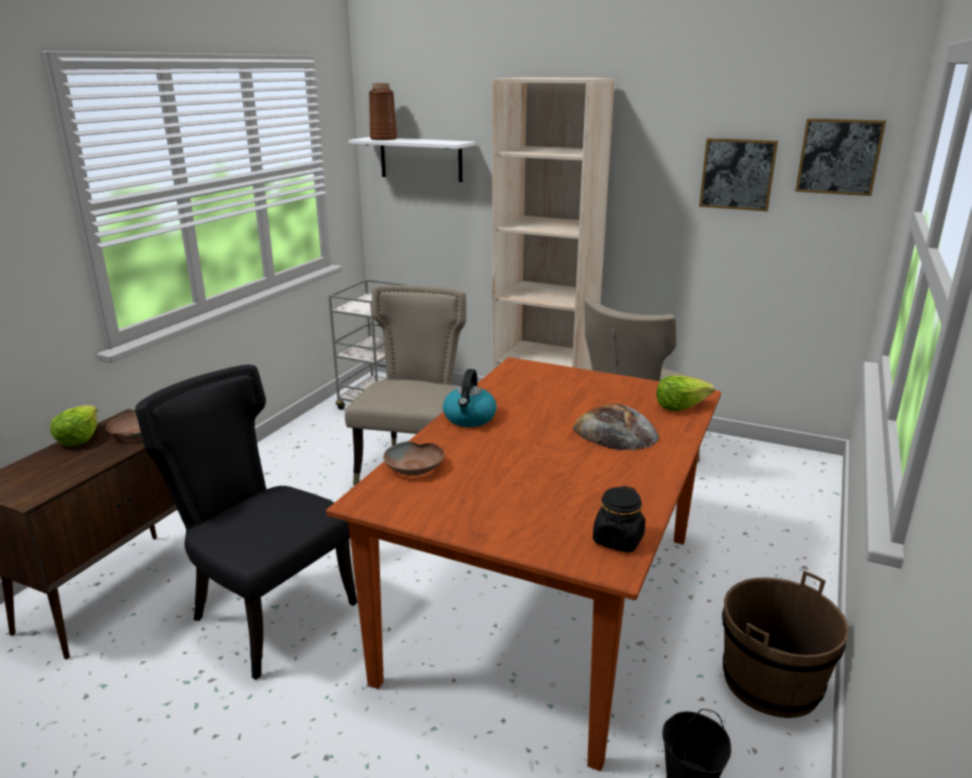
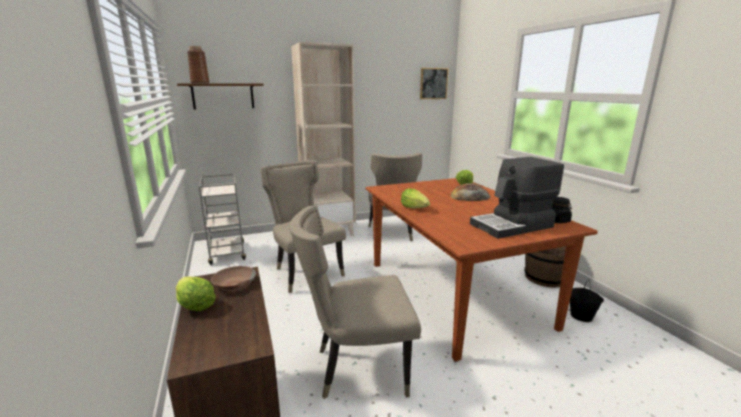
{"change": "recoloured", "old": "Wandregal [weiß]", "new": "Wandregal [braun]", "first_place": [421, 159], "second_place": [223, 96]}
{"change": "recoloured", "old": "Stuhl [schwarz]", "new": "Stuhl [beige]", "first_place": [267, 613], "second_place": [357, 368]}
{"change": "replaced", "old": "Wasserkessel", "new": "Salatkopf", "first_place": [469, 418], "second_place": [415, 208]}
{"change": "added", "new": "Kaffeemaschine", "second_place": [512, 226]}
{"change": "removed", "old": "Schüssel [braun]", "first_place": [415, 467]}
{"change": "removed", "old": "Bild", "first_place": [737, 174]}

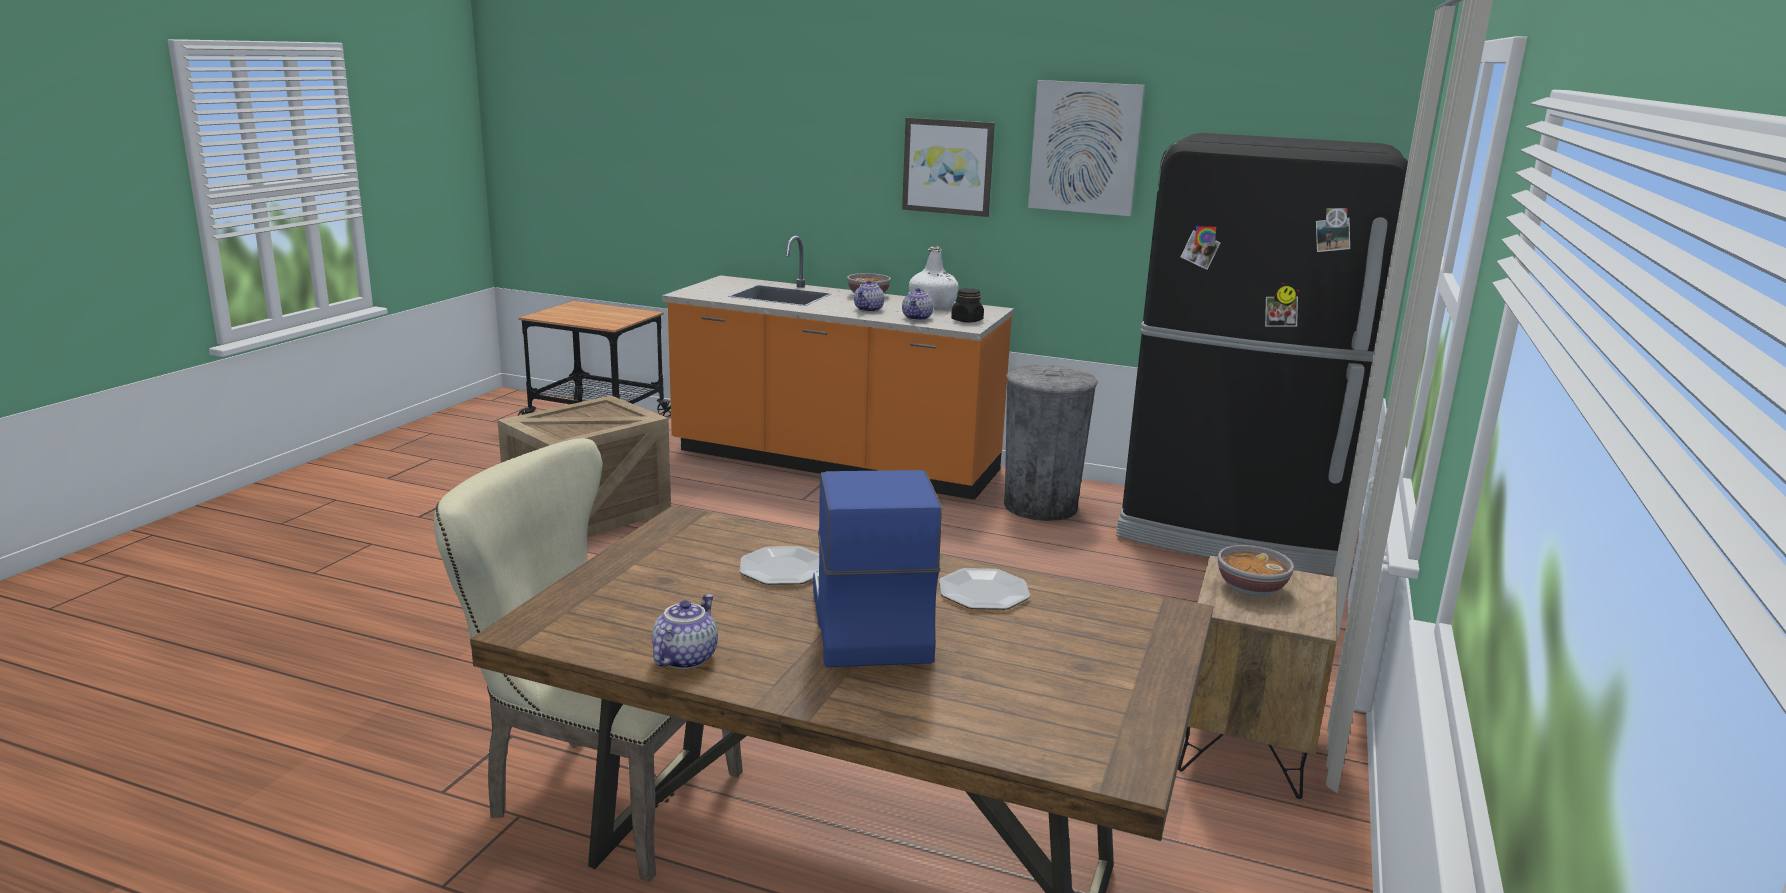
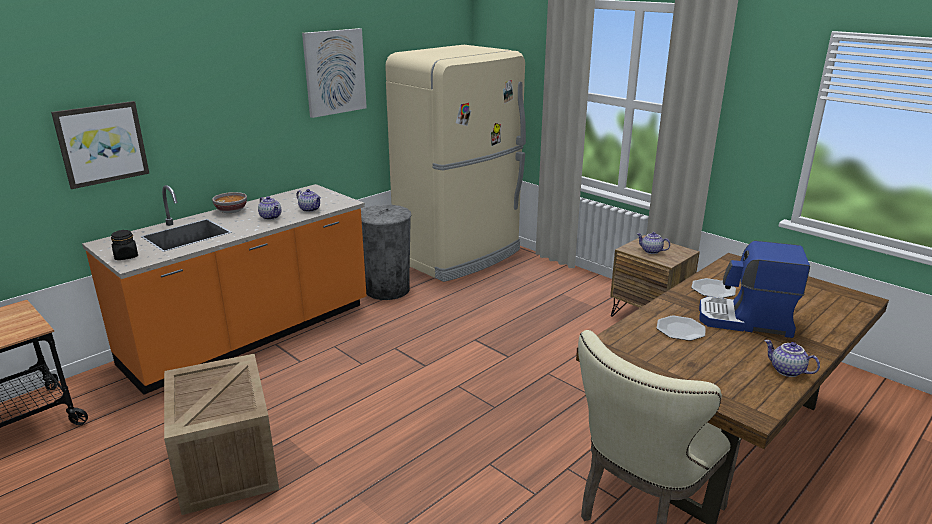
{"change": "moved", "old": "Bild", "first_place": [948, 166], "second_place": [102, 144]}
{"change": "moved", "old": "Vorratsglas [schwarz]", "first_place": [967, 320], "second_place": [126, 256]}
{"change": "recoloured", "old": "Kühlschrank [schwarz]", "new": "Kühlschrank [beige]", "first_place": [1232, 532], "second_place": [460, 255]}
{"change": "replaced", "old": "Schüssel", "new": "Teekanne", "first_place": [1250, 588], "second_place": [651, 251]}
{"change": "removed", "old": "Flasche [weiß]", "first_place": [933, 305]}

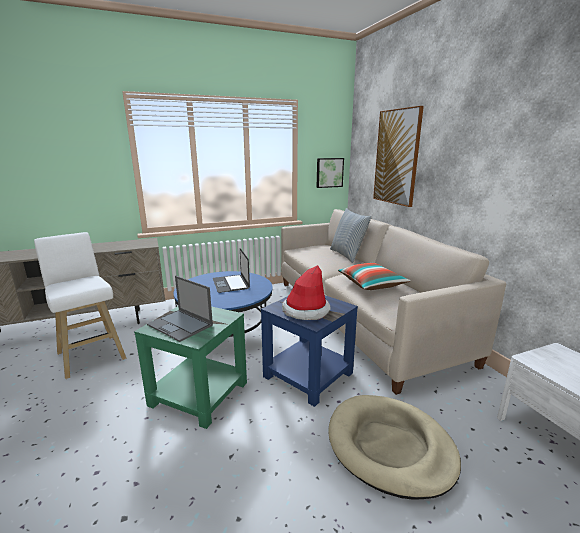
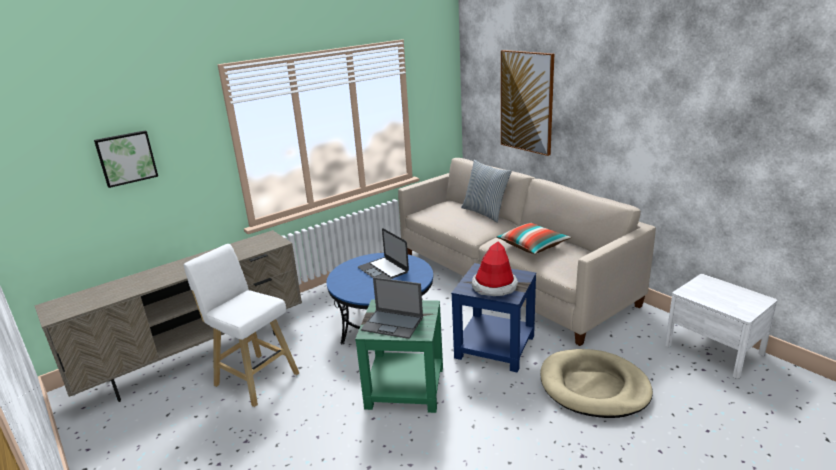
{"change": "moved", "old": "Bild", "first_place": [329, 172], "second_place": [126, 158]}

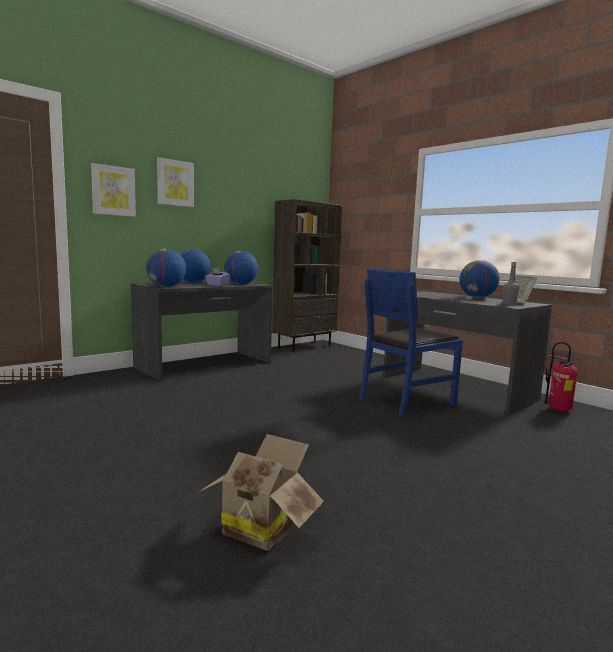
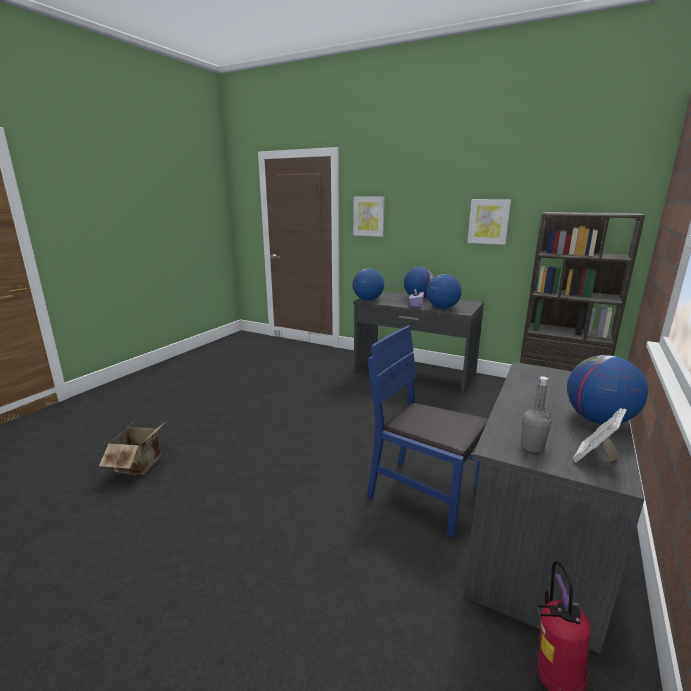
{"change": "moved", "old": "Bild", "first_place": [175, 183], "second_place": [488, 221]}

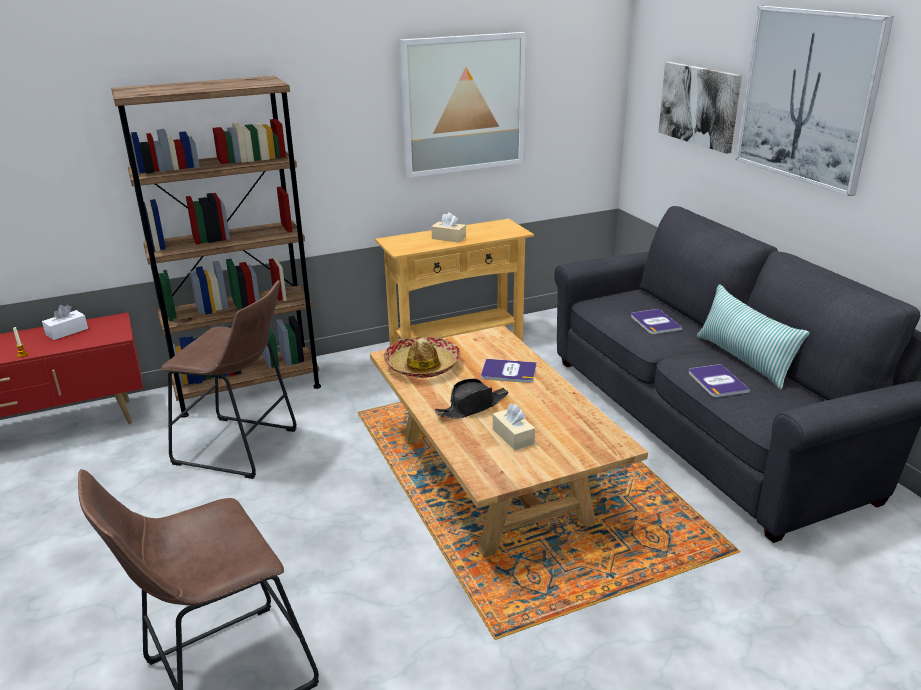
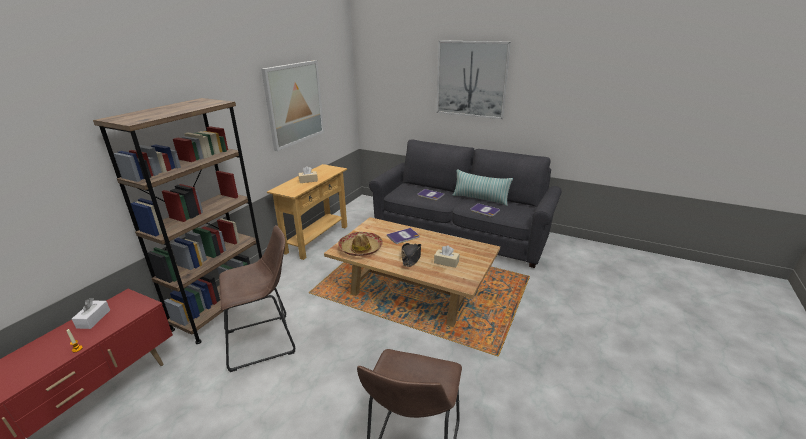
{"change": "removed", "old": "Bild", "first_place": [699, 105]}

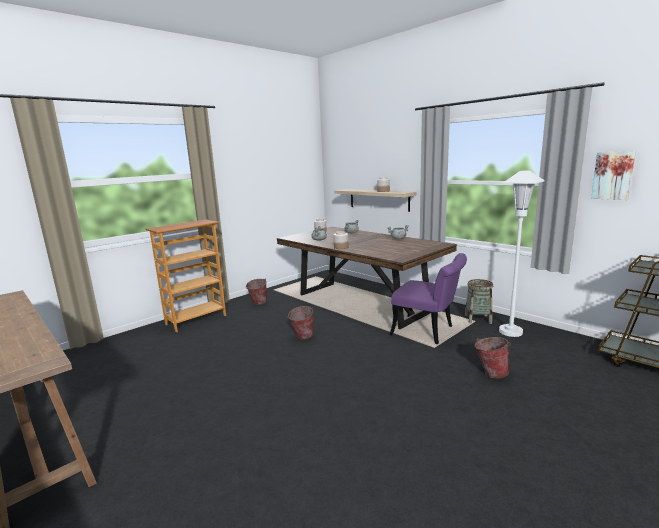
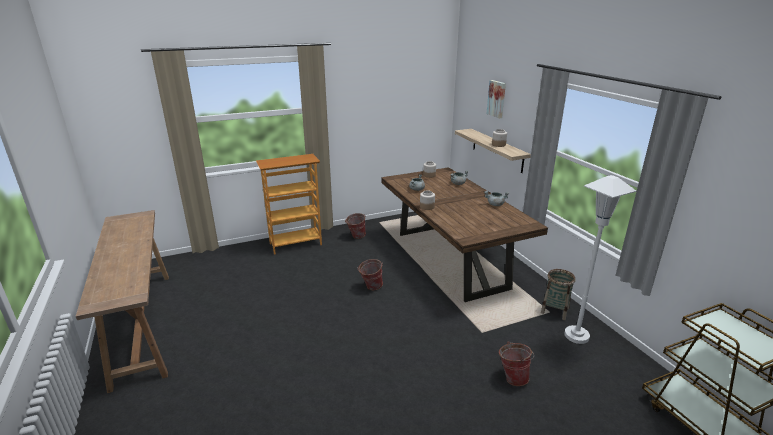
{"change": "moved", "old": "Bild", "first_place": [613, 175], "second_place": [497, 99]}
{"change": "removed", "old": "Stuhl [lila]", "first_place": [428, 331]}

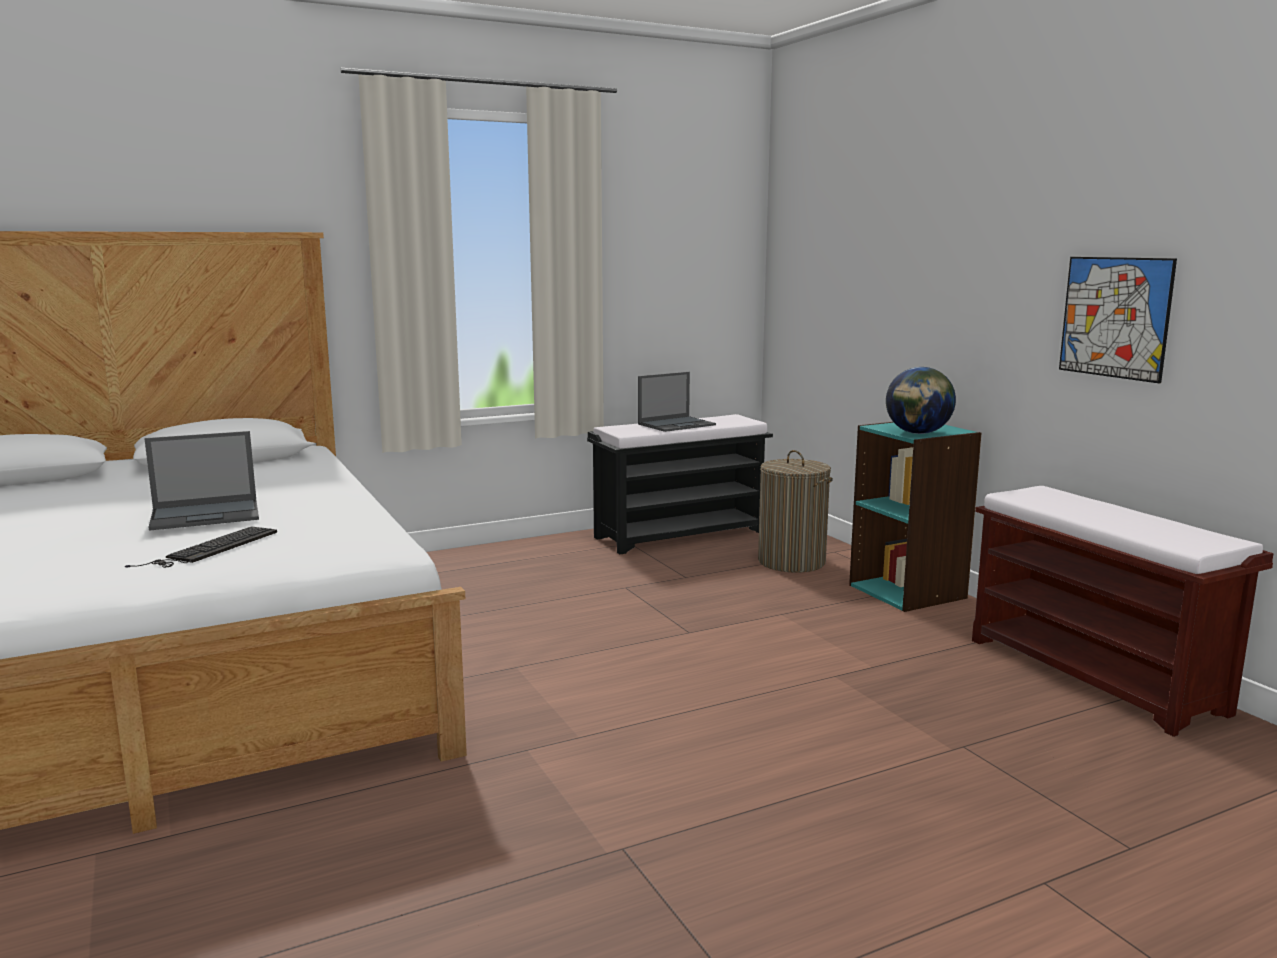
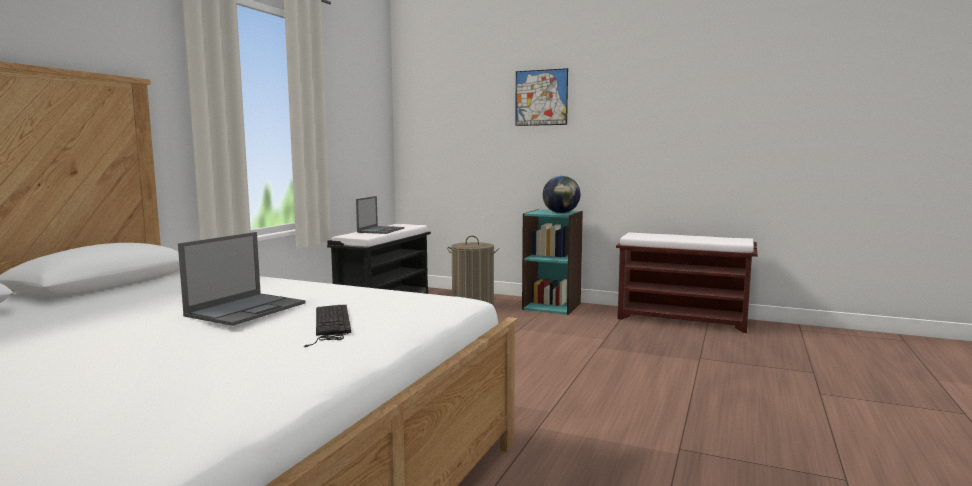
{"change": "moved", "old": "Bild", "first_place": [1115, 317], "second_place": [541, 97]}

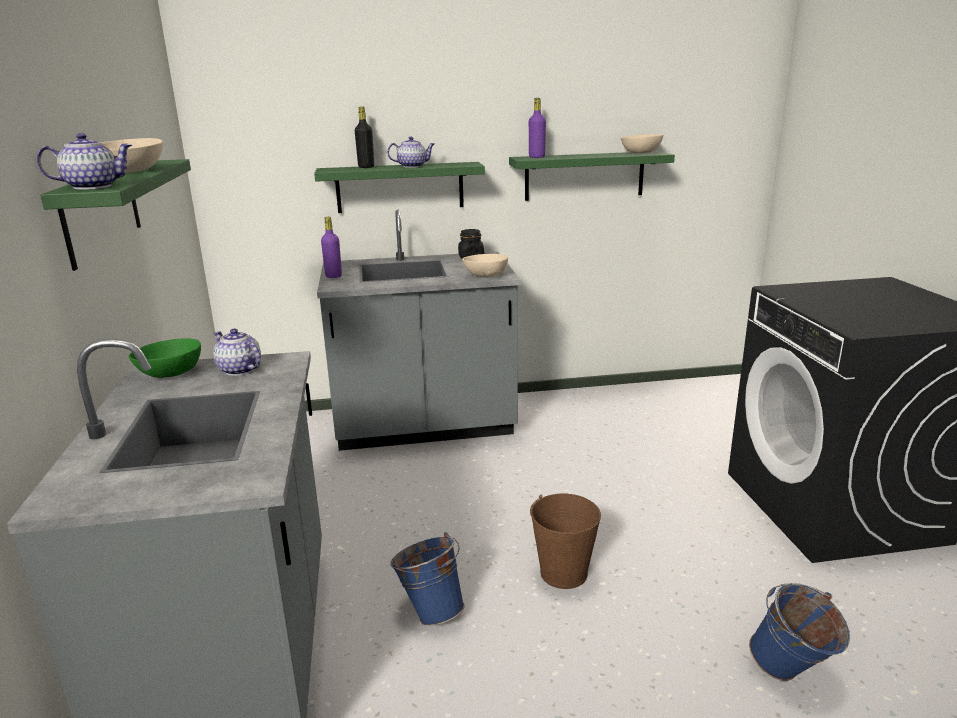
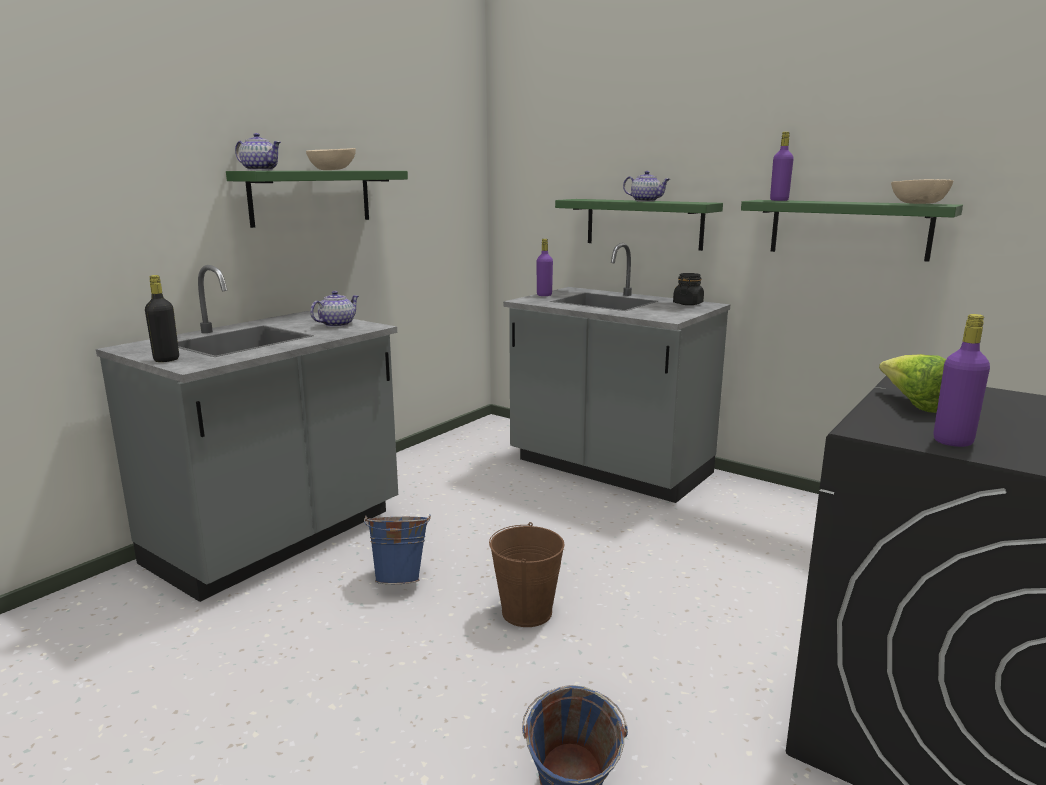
{"change": "moved", "old": "Flasche [schwarz]", "first_place": [366, 167], "second_place": [166, 359]}
{"change": "turned", "old": "Teekanne", "first_place": [239, 370], "second_place": [336, 325], "degrees": 45}
{"change": "added", "new": "Salatkopf", "second_place": [914, 405]}
{"change": "added", "new": "Flasche [lila]", "second_place": [952, 441]}
{"change": "removed", "old": "Schüssel [grün]", "first_place": [172, 373]}
{"change": "removed", "old": "Schüssel [beige]", "first_place": [486, 275]}

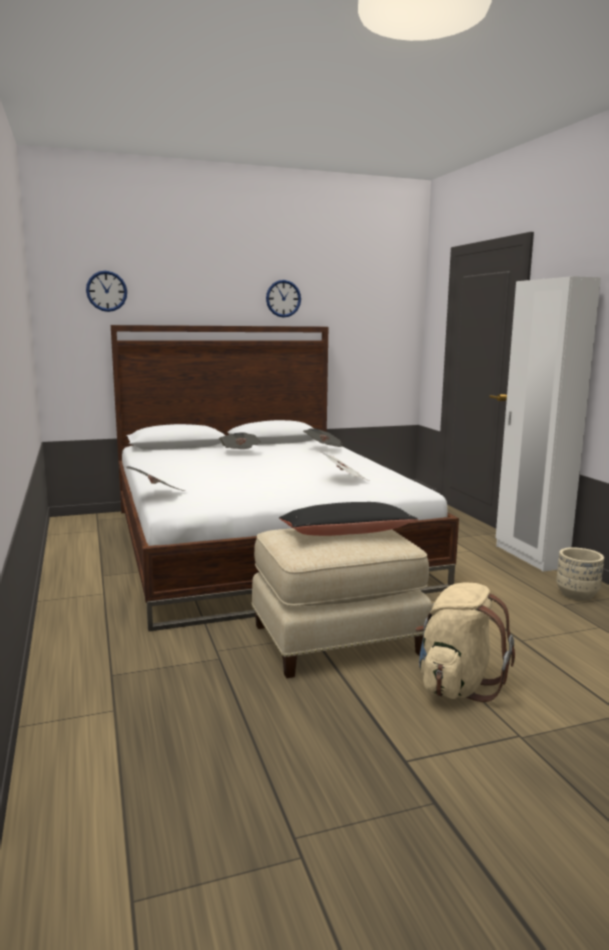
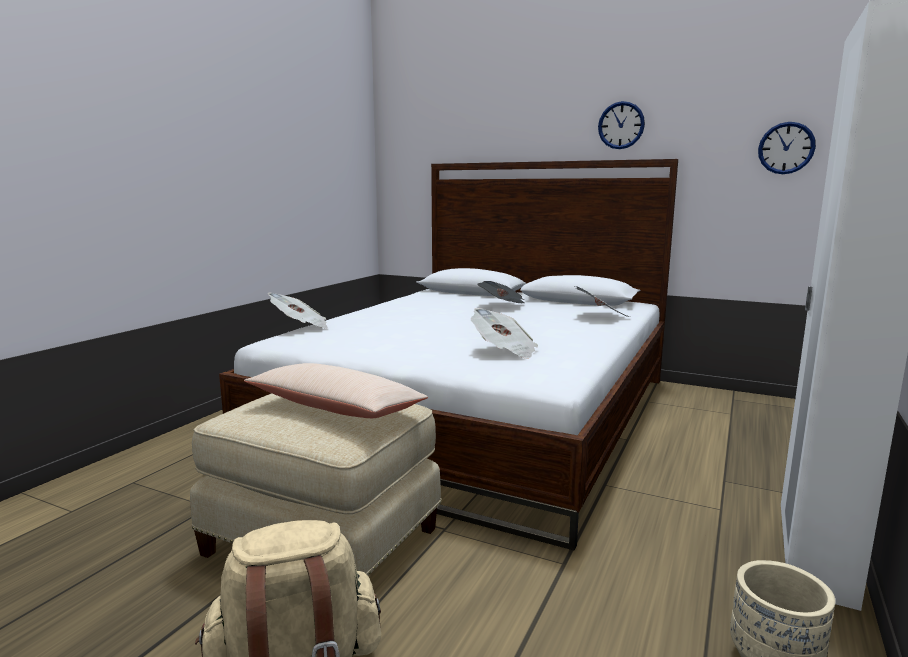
{"change": "recoloured", "old": "Kissen [schwarz]", "new": "Kissen [beige]", "first_place": [346, 533], "second_place": [336, 408]}
{"change": "moved", "old": "Wanduhr", "first_place": [106, 291], "second_place": [786, 148]}

